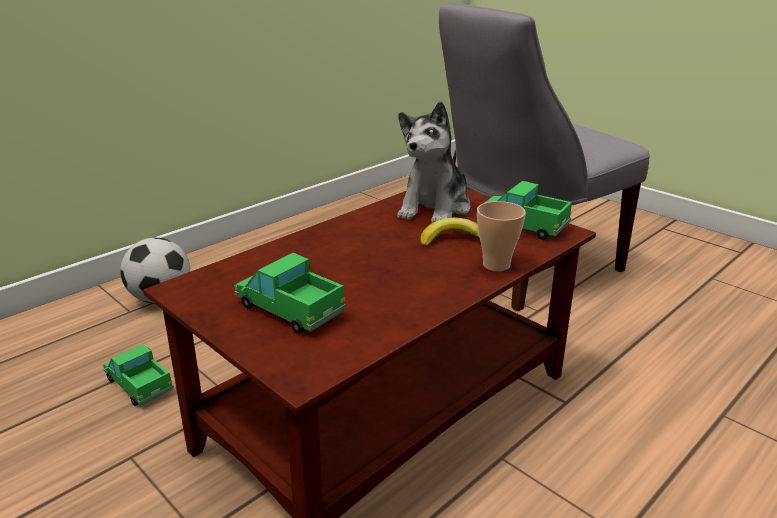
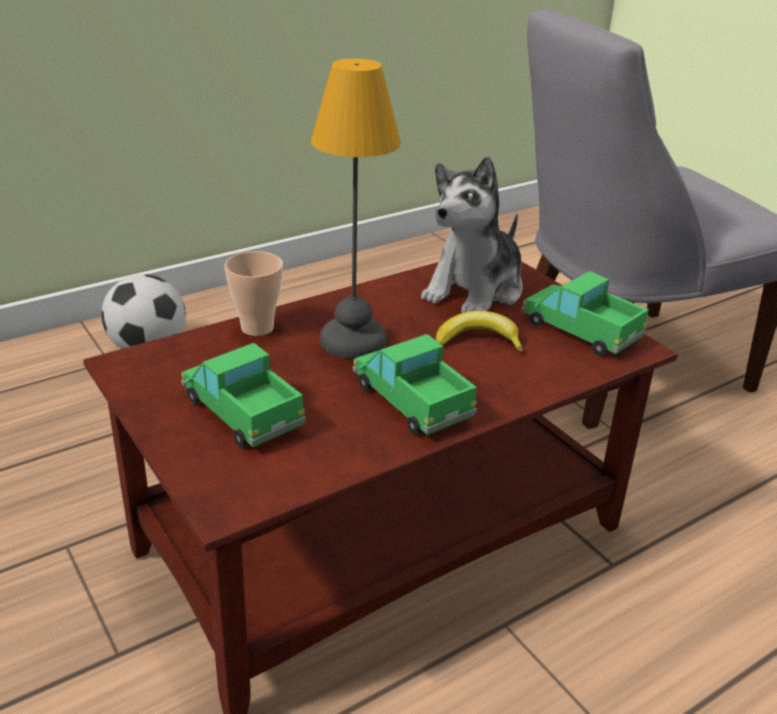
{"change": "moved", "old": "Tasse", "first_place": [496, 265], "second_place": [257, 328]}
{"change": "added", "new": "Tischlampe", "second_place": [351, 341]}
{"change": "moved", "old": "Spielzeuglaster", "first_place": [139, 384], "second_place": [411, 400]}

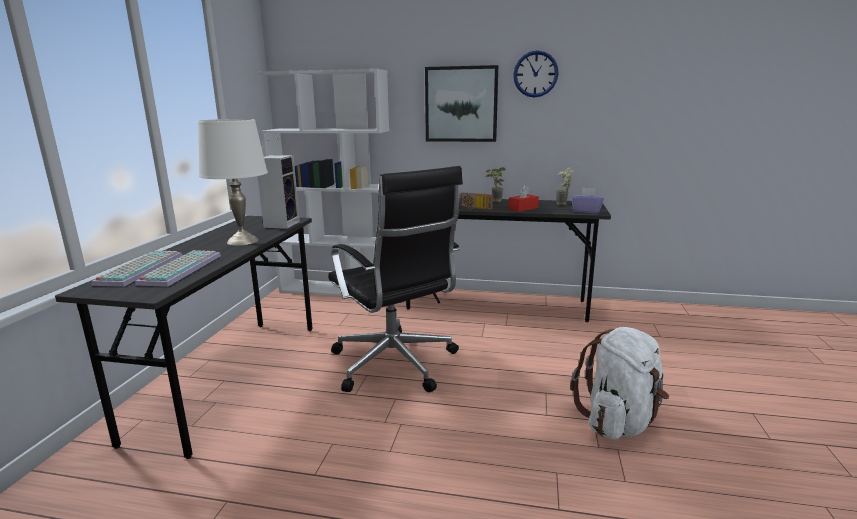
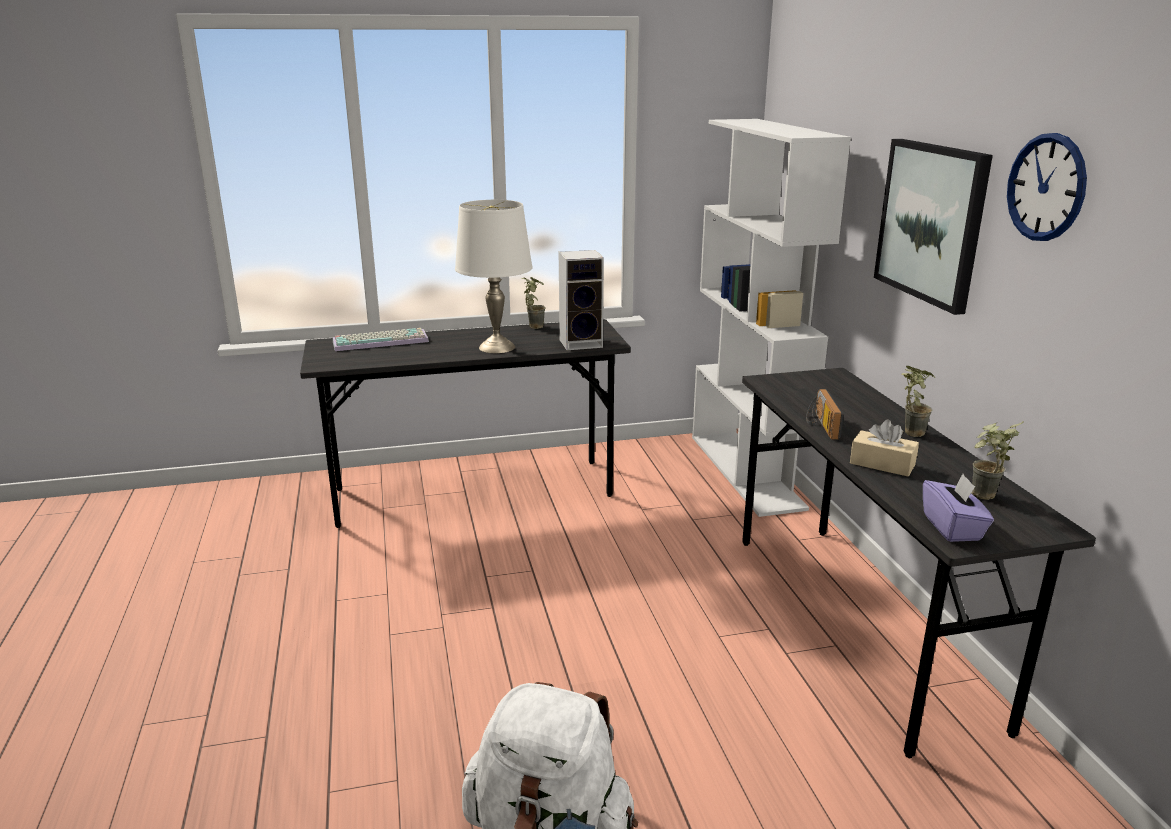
{"change": "added", "new": "Topfpflanze", "second_place": [533, 326]}
{"change": "recoloured", "old": "Taschentuchbox [rot]", "new": "Taschentuchbox [beige]", "first_place": [523, 208], "second_place": [882, 464]}
{"change": "removed", "old": "Tastatur", "first_place": [180, 269]}
{"change": "removed", "old": "Bürostuhl [schwarz]", "first_place": [395, 364]}

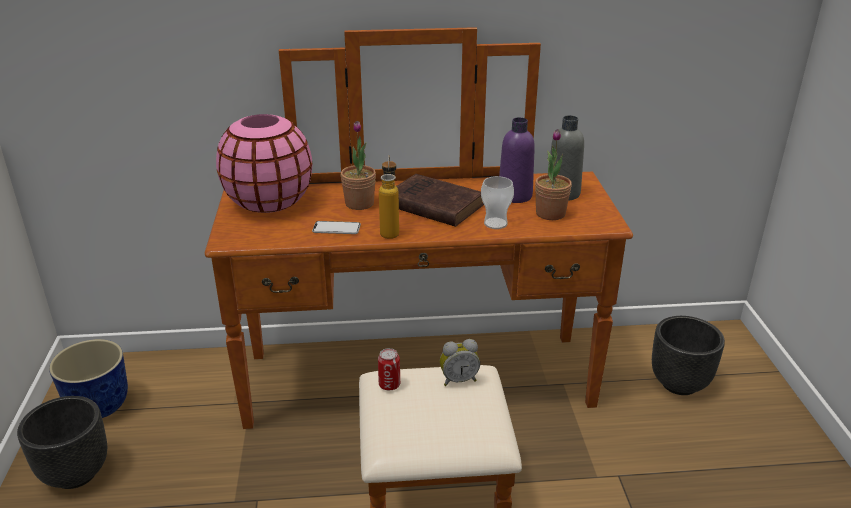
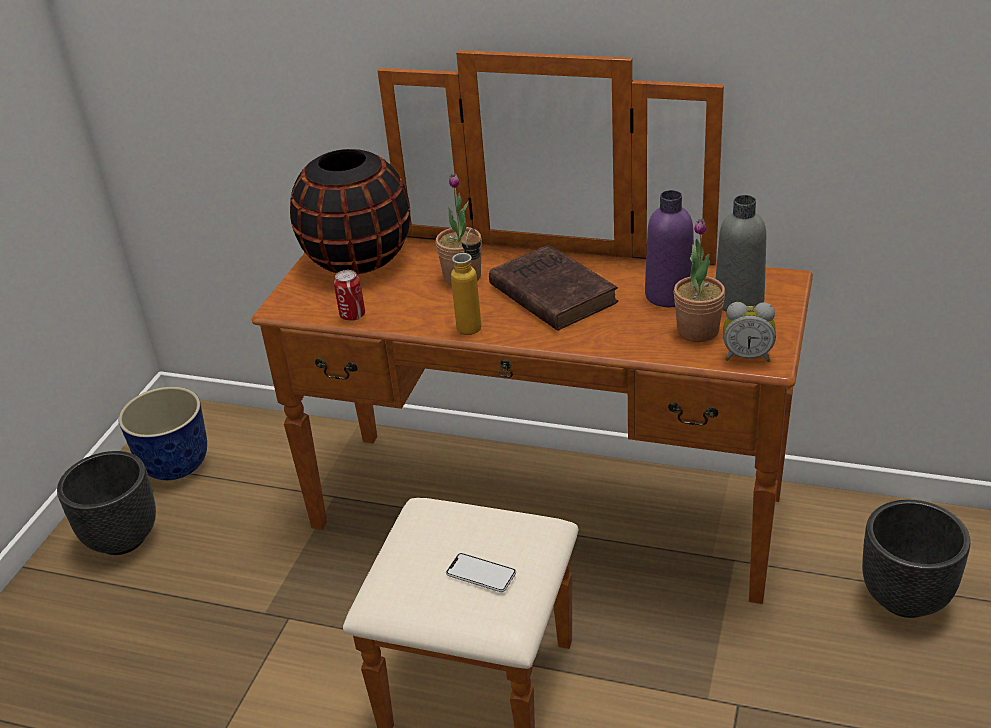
{"change": "recoloured", "old": "Vase [rosa]", "new": "Vase [schwarz]", "first_place": [269, 203], "second_place": [358, 260]}
{"change": "moved", "old": "Dose", "first_place": [389, 385], "second_place": [352, 315]}
{"change": "moved", "old": "Handy", "first_place": [336, 229], "second_place": [481, 574]}
{"change": "moved", "old": "Wecker", "first_place": [458, 379], "second_place": [747, 356]}
{"change": "removed", "old": "Tasse", "first_place": [495, 223]}

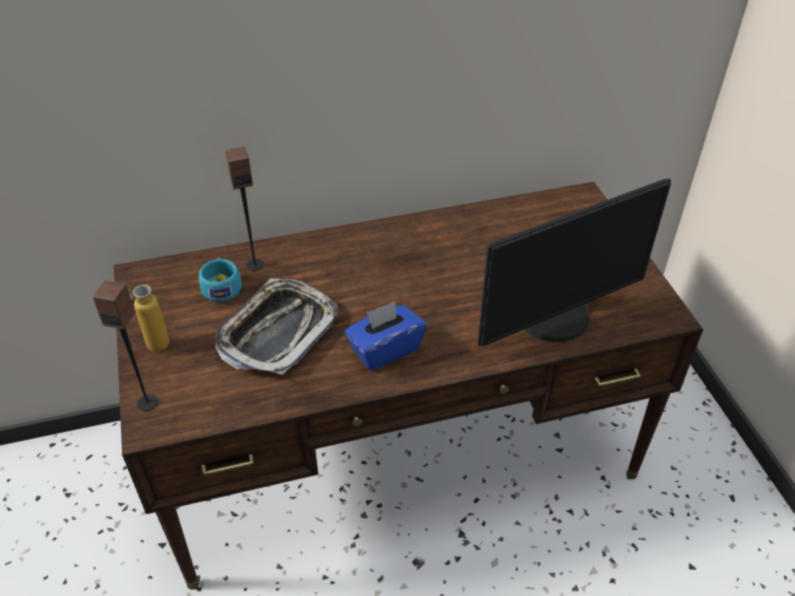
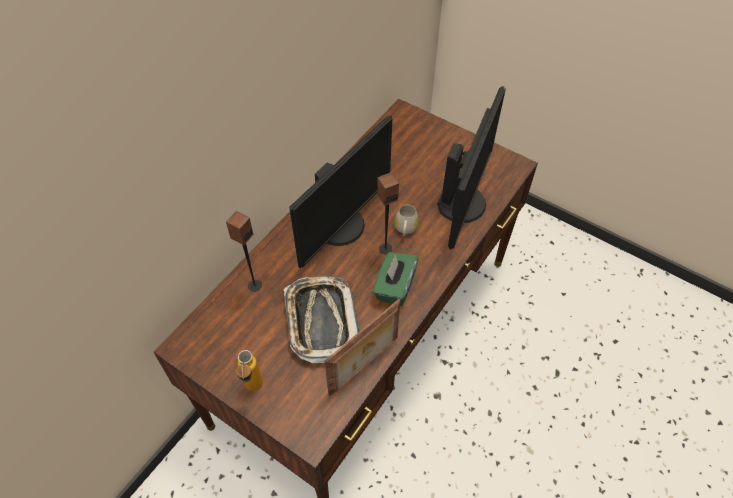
{"change": "added", "new": "Monitor", "second_place": [341, 226]}
{"change": "added", "new": "Bilderrahmen", "second_place": [365, 366]}
{"change": "recoloured", "old": "Taschentuchbox [blau]", "new": "Taschentuchbox [grün]", "first_place": [385, 349], "second_place": [394, 287]}
{"change": "moved", "old": "Lautsprecher", "first_place": [148, 402], "second_place": [385, 248]}
{"change": "added", "new": "Henkelbecher [weiß]", "second_place": [405, 229]}
{"change": "removed", "old": "Tasse [türkis]", "first_place": [222, 286]}

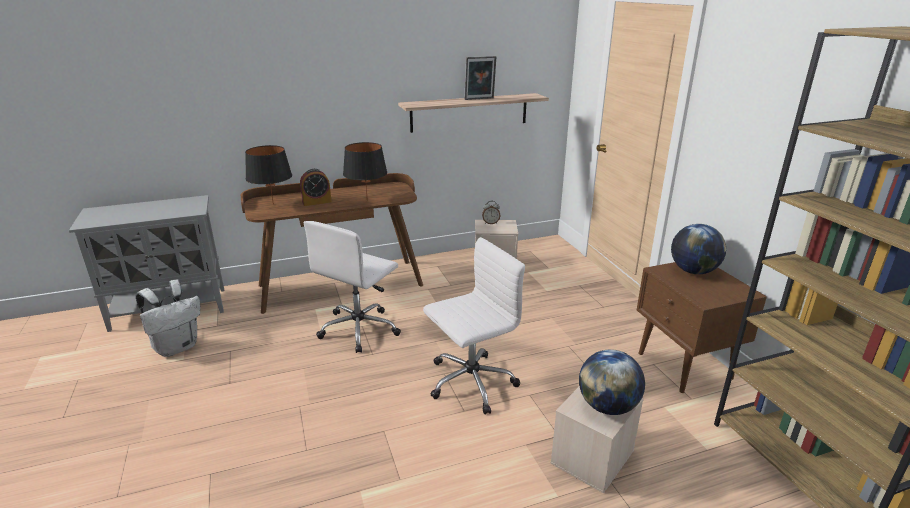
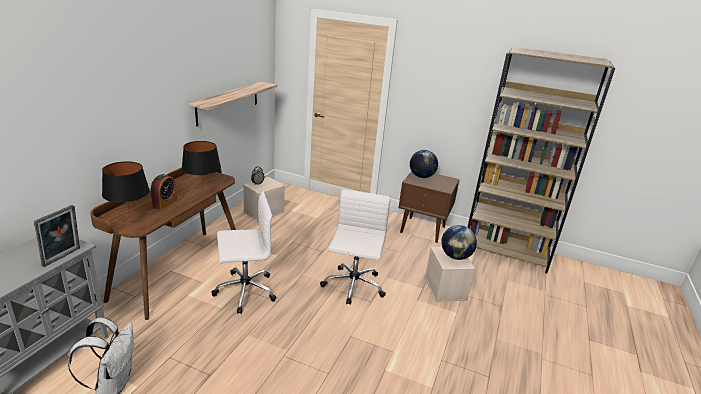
{"change": "moved", "old": "Bilderrahmen", "first_place": [479, 99], "second_place": [63, 257]}
{"change": "turned", "old": "Bürostuhl [weiß]", "first_place": [360, 329], "second_place": [244, 291], "degrees": -90}

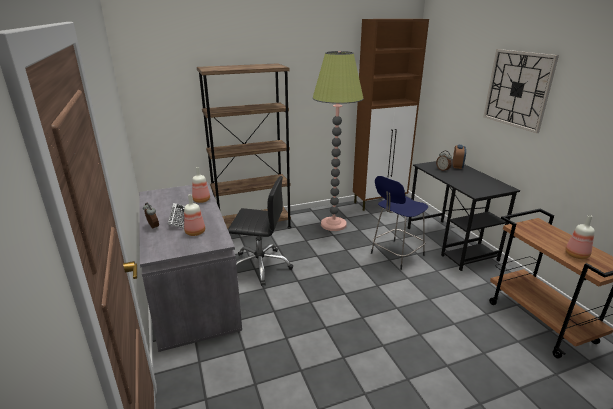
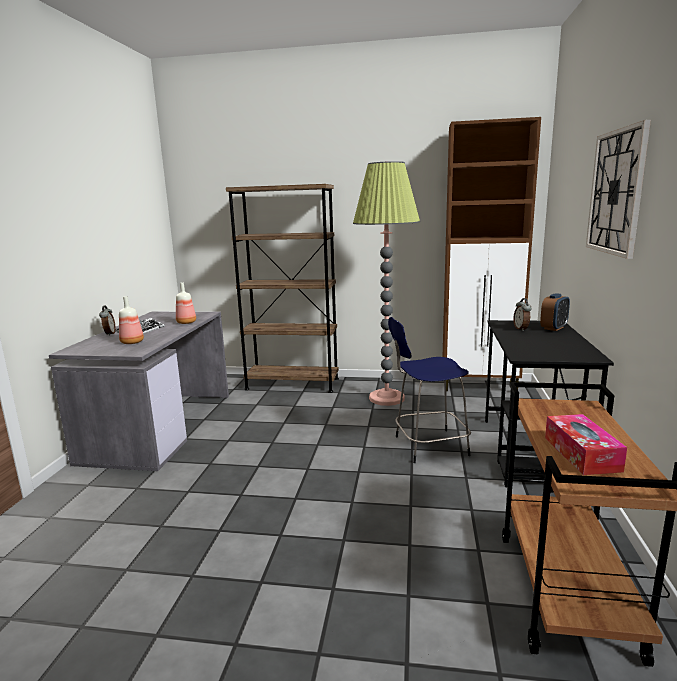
{"change": "replaced", "old": "Flasche", "new": "Taschentuchbox", "first_place": [577, 255], "second_place": [581, 454]}
{"change": "removed", "old": "Bürostuhl [schwarz]", "first_place": [260, 266]}

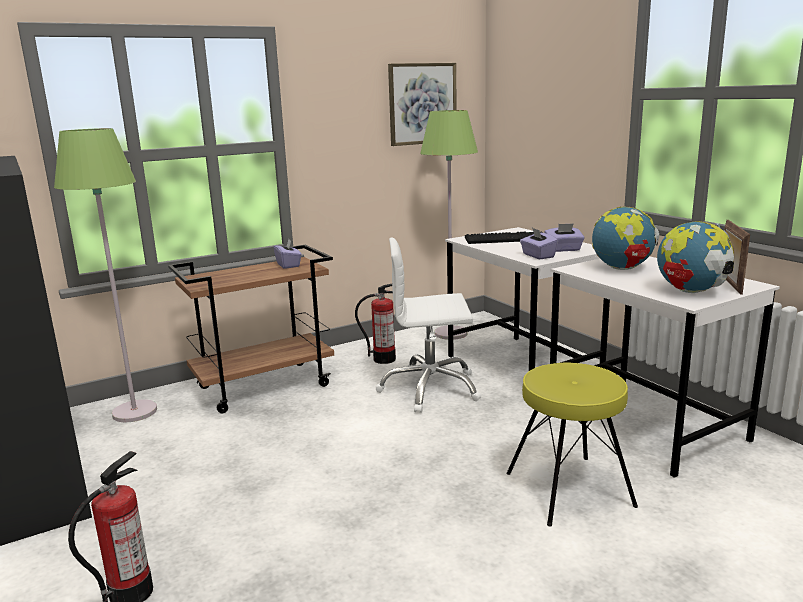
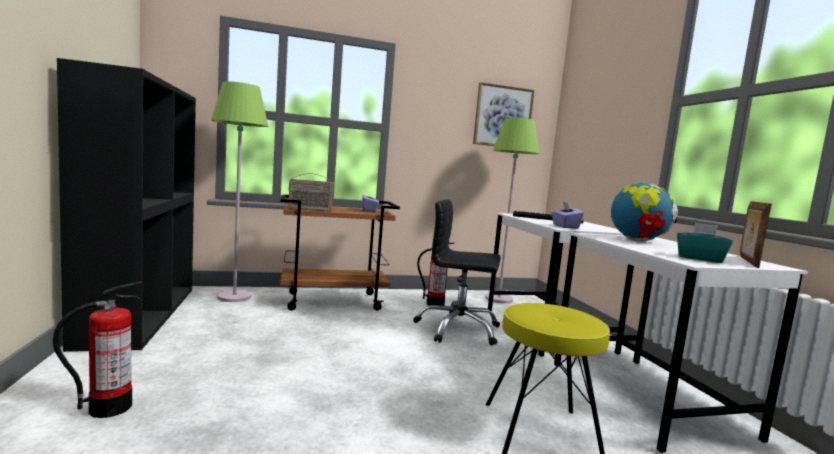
{"change": "added", "new": "Radio", "second_place": [310, 209]}
{"change": "recoloured", "old": "Bürostuhl [weiß]", "new": "Bürostuhl [schwarz]", "first_place": [430, 389], "second_place": [458, 329]}
{"change": "replaced", "old": "Globus", "new": "Taschentuchbox [türkis]", "first_place": [691, 291], "second_place": [700, 259]}
{"change": "removed", "old": "Taschentuchbox [lila]", "first_place": [563, 249]}

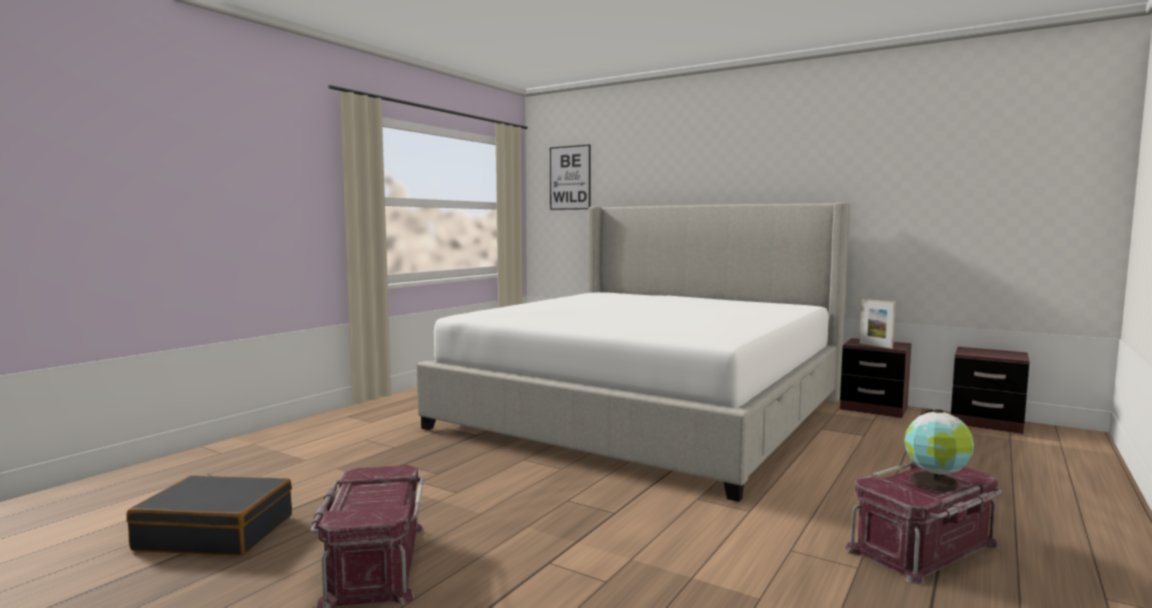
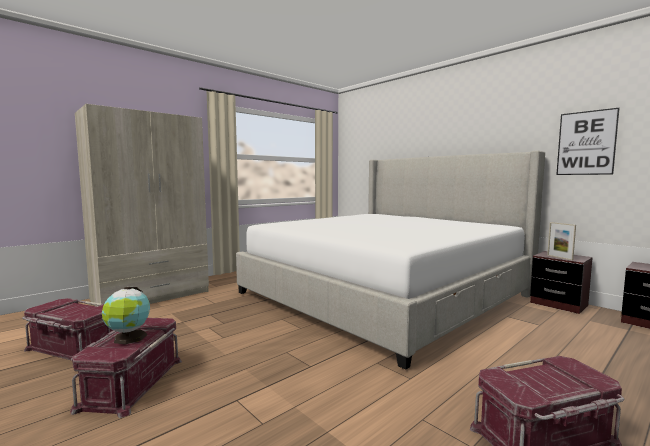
{"change": "replaced", "old": "Koffer [schwarz]", "new": "Aufbewahrungsbox [rot]", "first_place": [216, 532], "second_place": [72, 347]}
{"change": "added", "new": "Kleiderschrank [beige]", "second_place": [152, 295]}
{"change": "moved", "old": "Globus", "first_place": [935, 483], "second_place": [129, 338]}
{"change": "moved", "old": "Bild", "first_place": [570, 178], "second_place": [586, 143]}

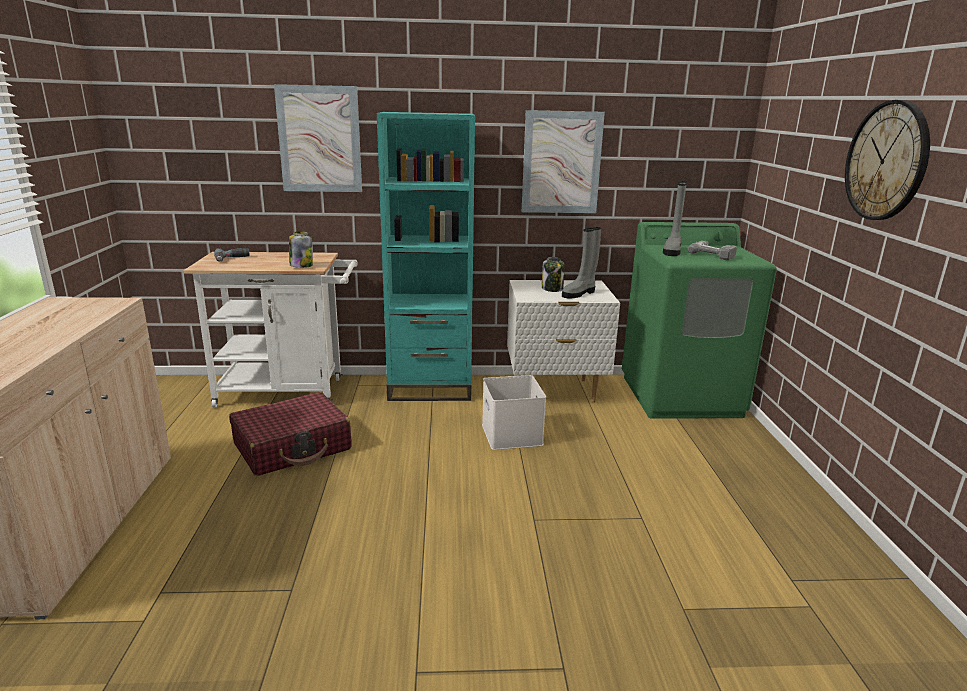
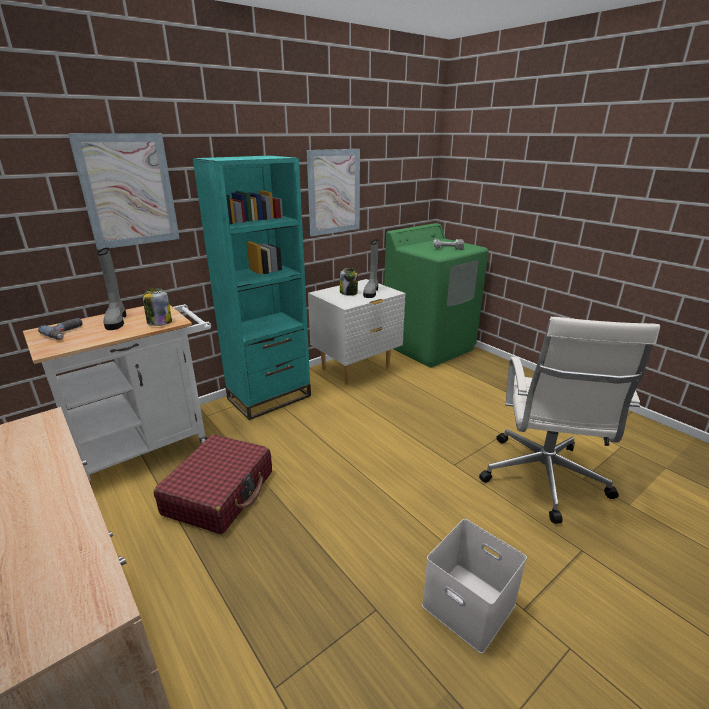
{"change": "moved", "old": "Stiefel [grau]", "first_place": [672, 251], "second_place": [117, 321]}
{"change": "moved", "old": "Aufbewahrungsbox [weiß]", "first_place": [510, 434], "second_place": [466, 605]}
{"change": "added", "new": "Bürostuhl [weiß]", "second_place": [542, 479]}
{"change": "removed", "old": "Wanduhr", "first_place": [886, 161]}

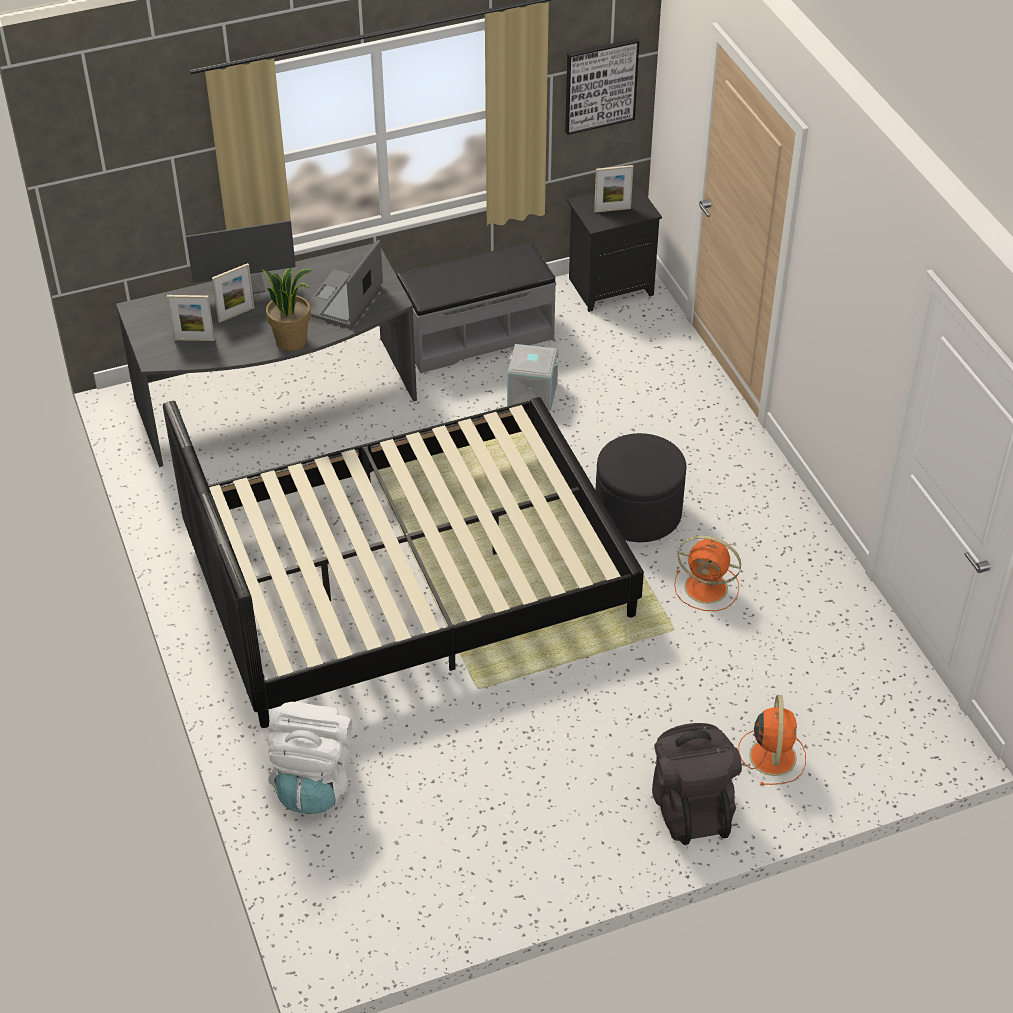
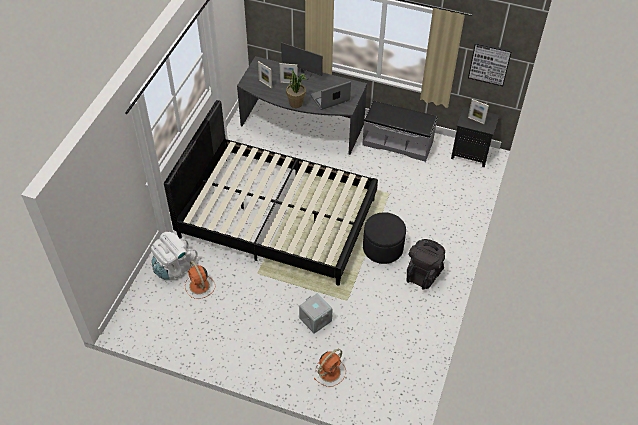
{"change": "moved", "old": "Ventilator [orange]", "first_place": [708, 588], "second_place": [199, 286]}
{"change": "moved", "old": "Aufbewahrungsbox [grau]", "first_place": [532, 394], "second_place": [315, 319]}
{"change": "moved", "old": "Rucksack [schwarz]", "first_place": [690, 806], "second_place": [423, 273]}

